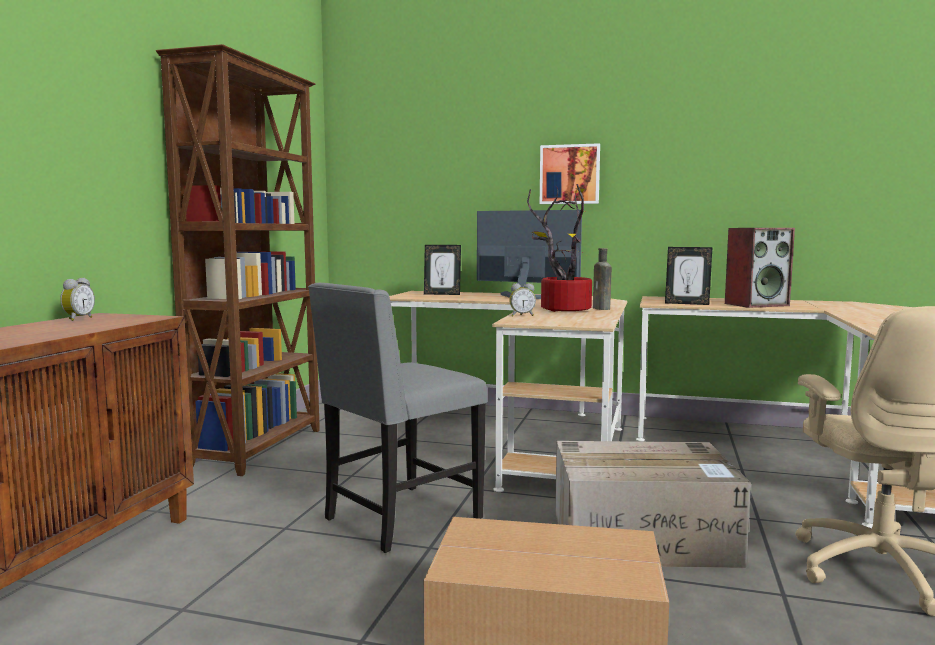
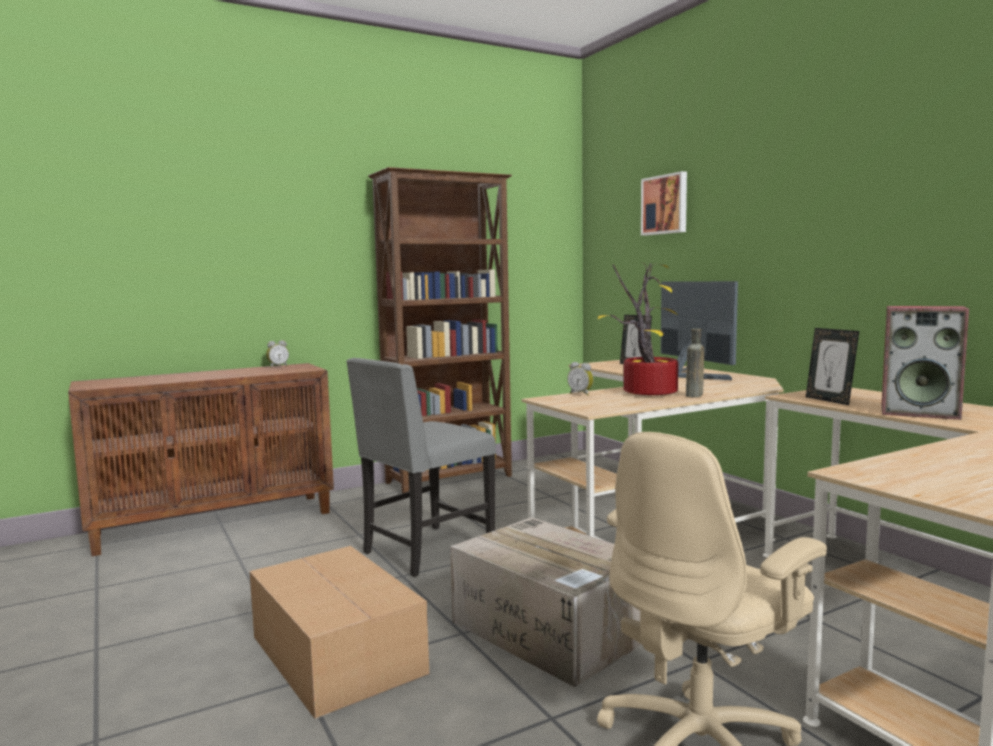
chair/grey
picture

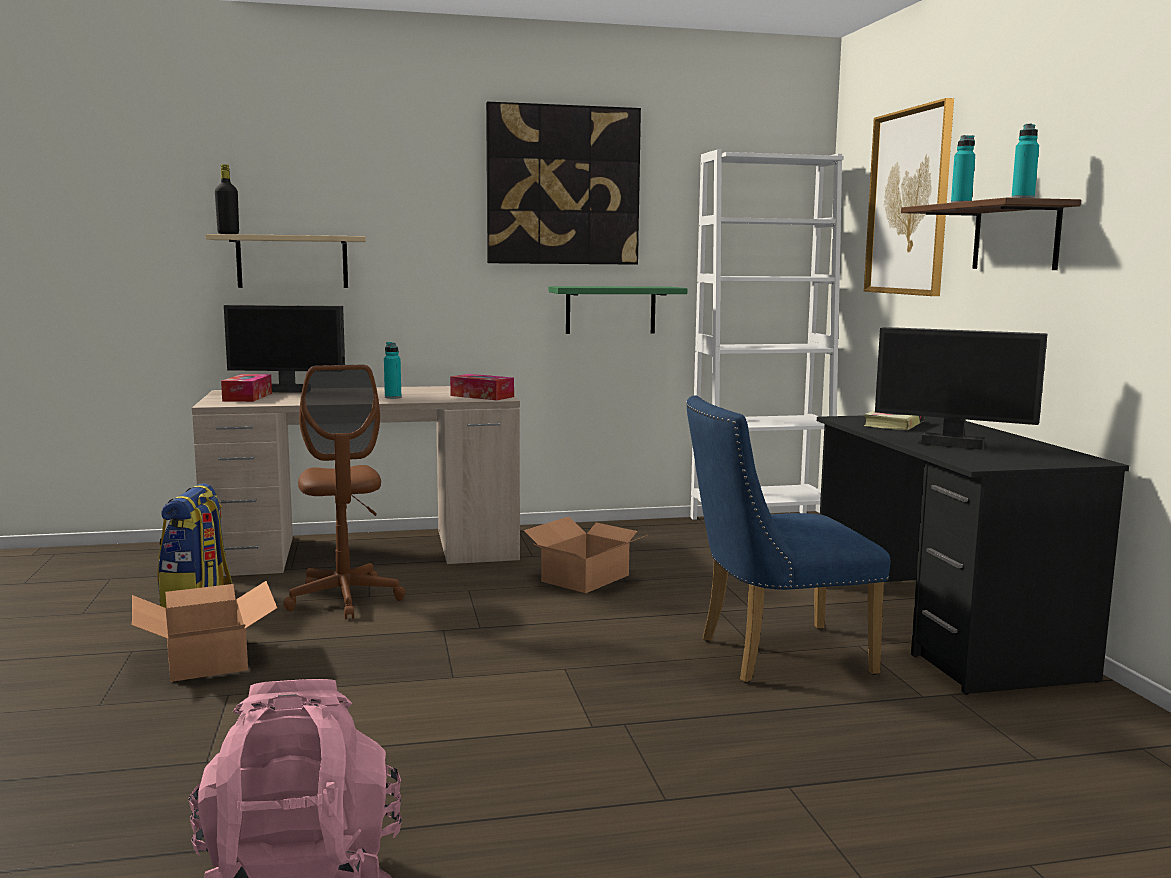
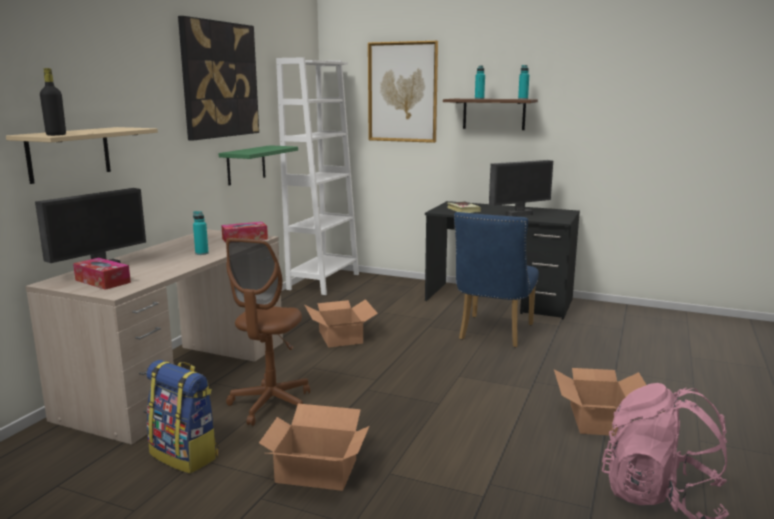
office chair/brown
cardboard box (3rd from left)

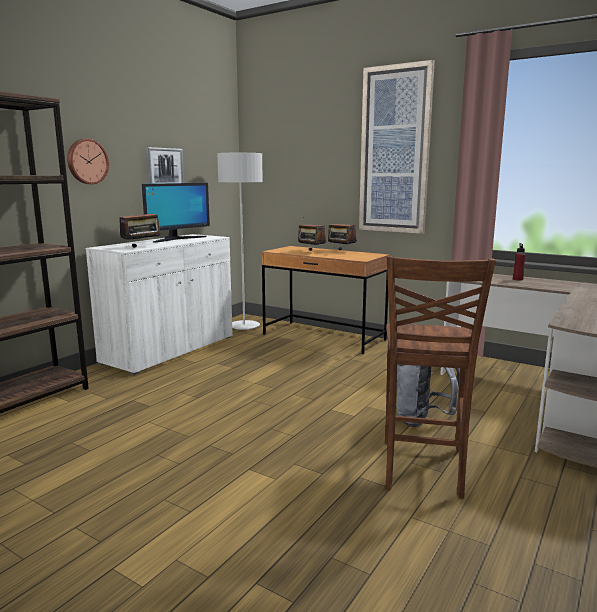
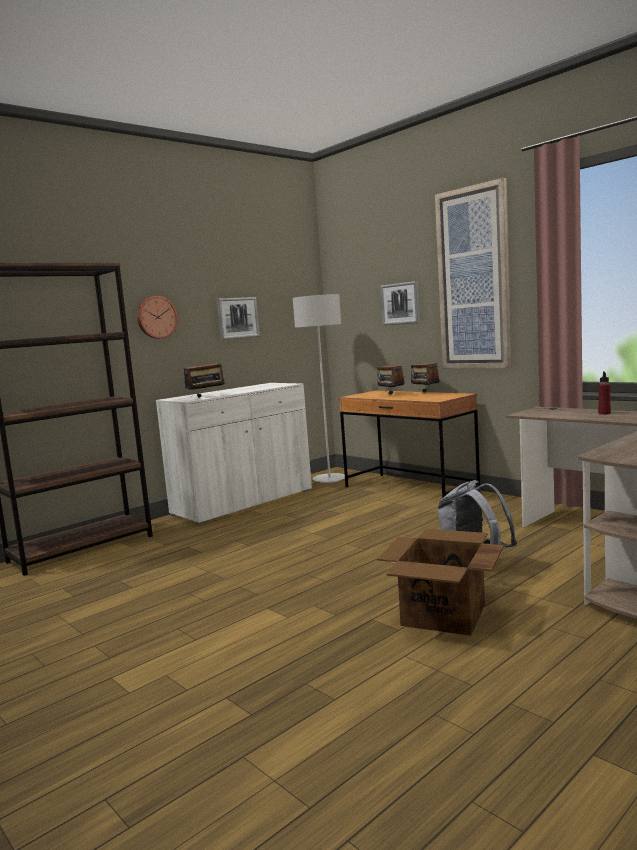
cardboard box
picture (2nd from left)
monitor

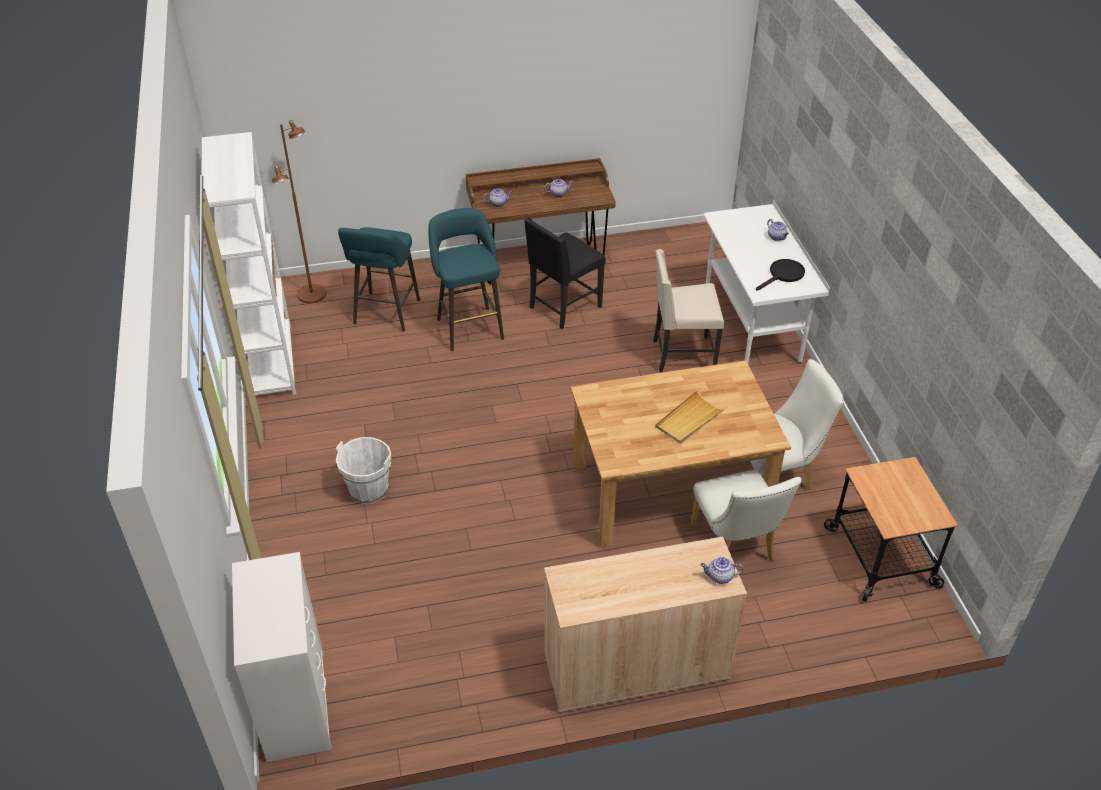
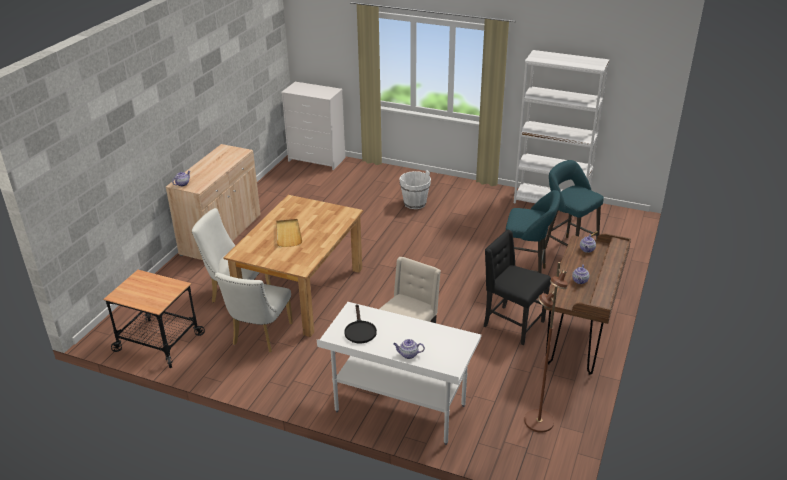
chair/black
floor lamp/brown

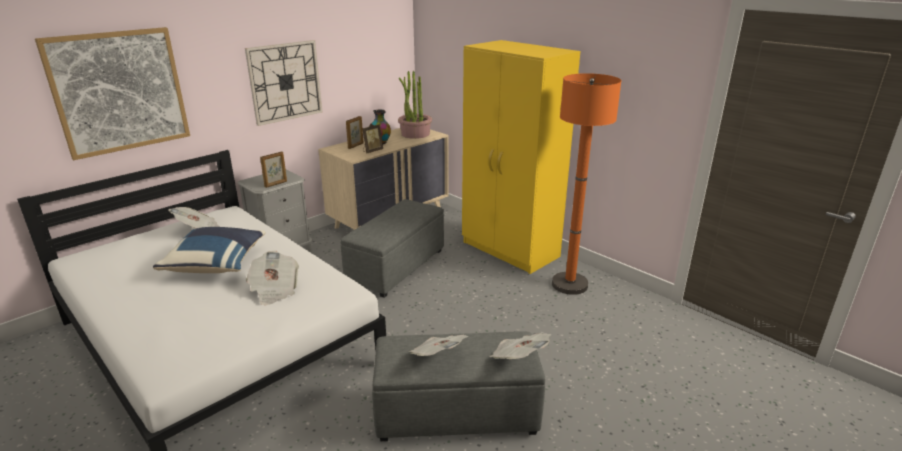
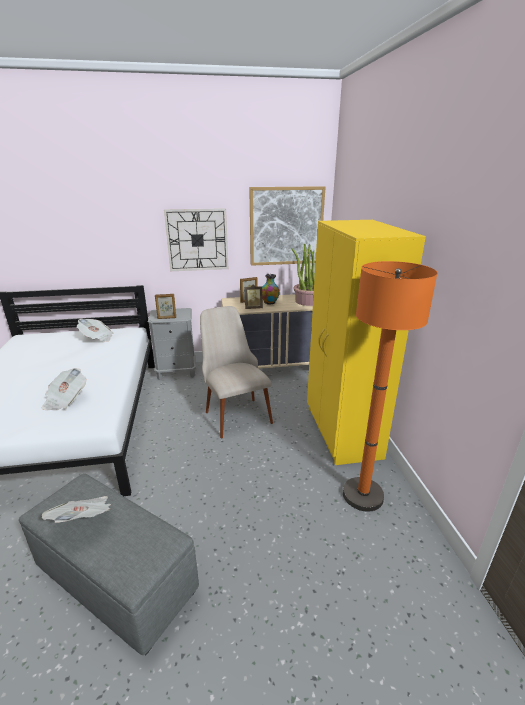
chair/beige
picture
pillow/blue
newspaper (4th from left in the first image)

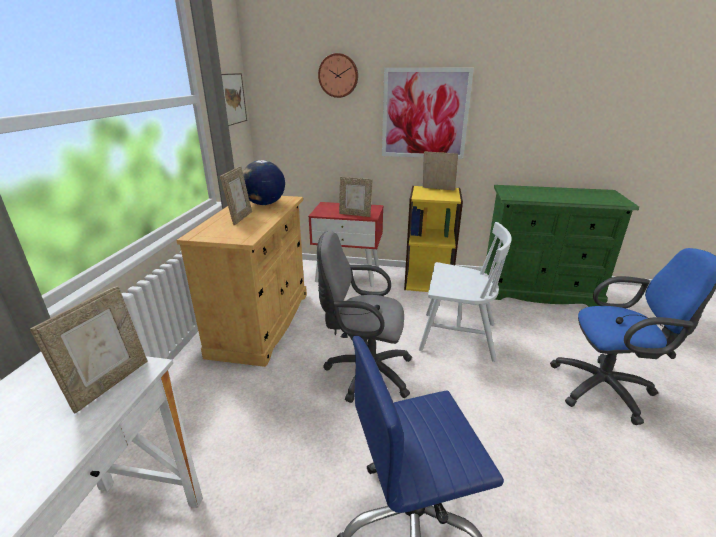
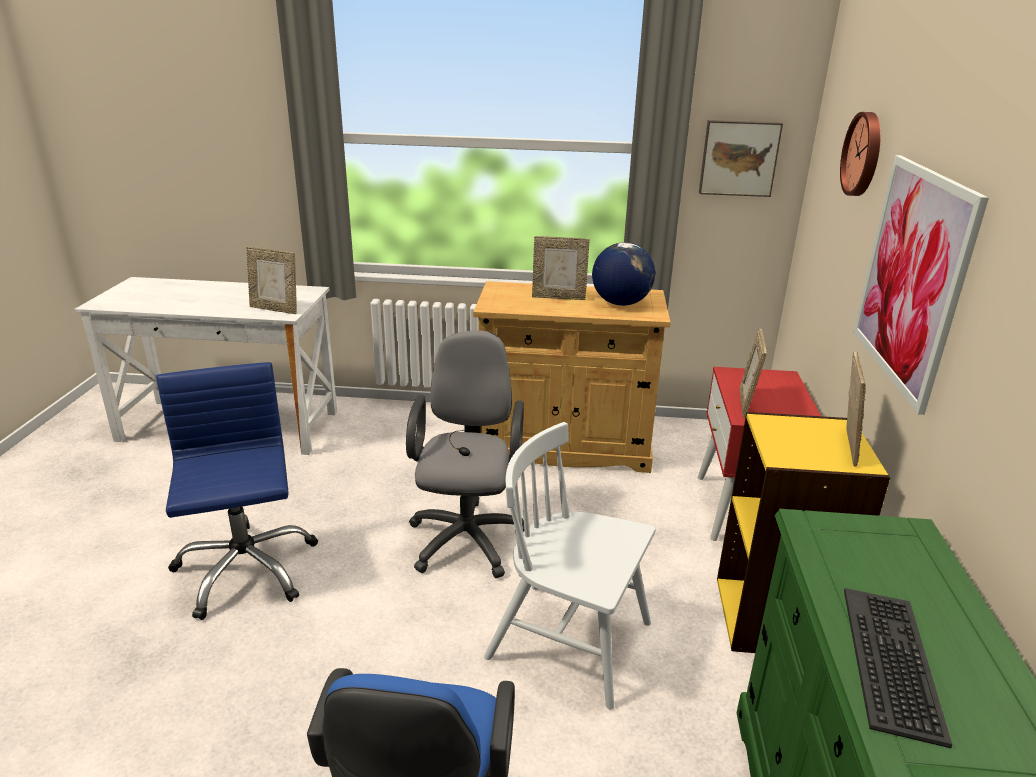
chair/white
keyboard

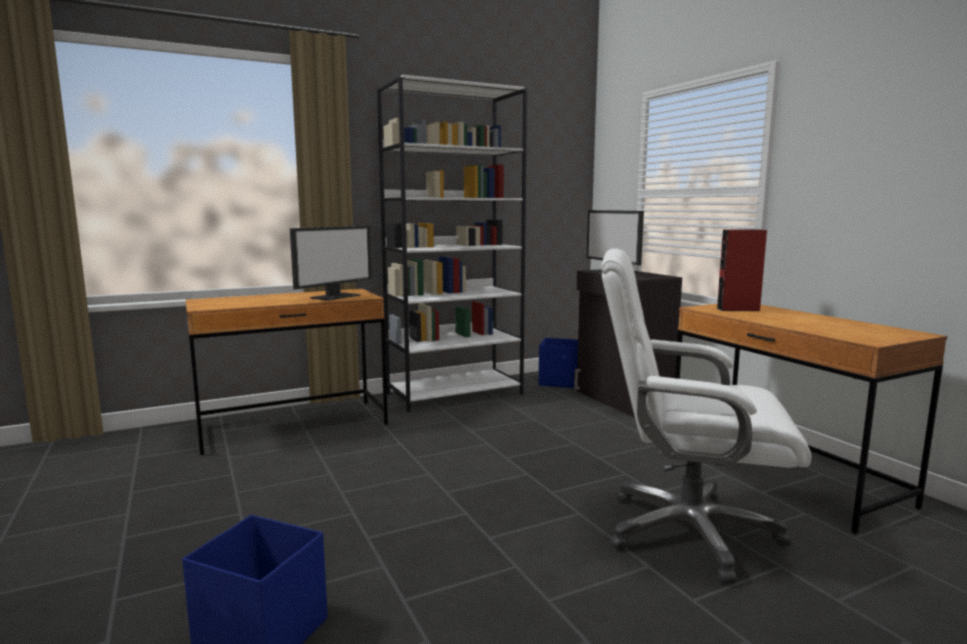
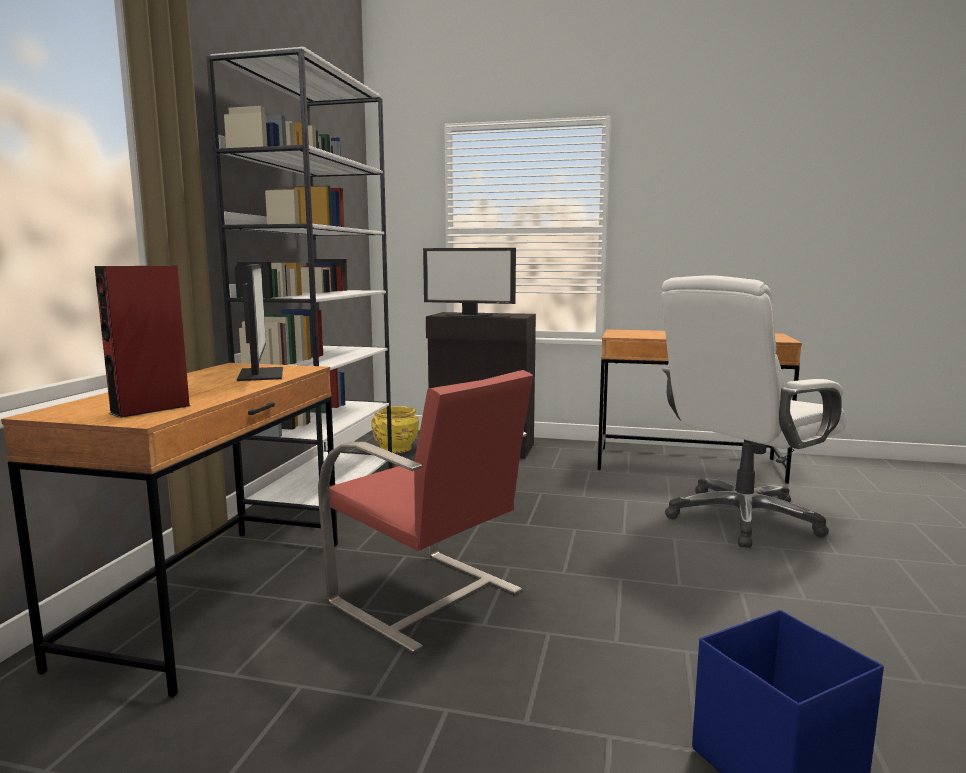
speaker/red
chair/red
planter/yellow

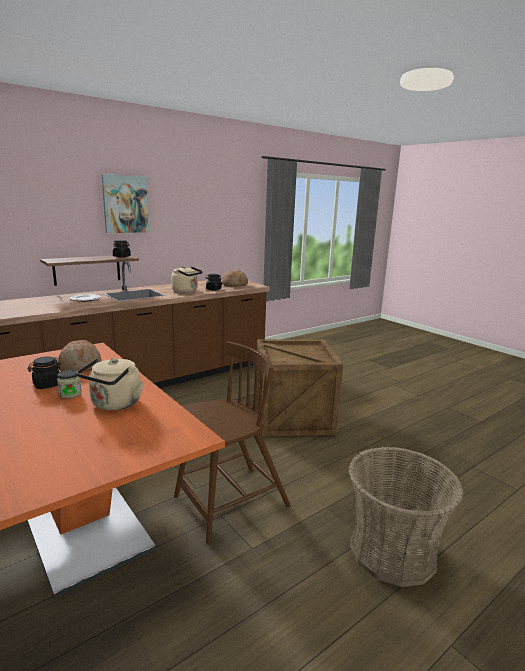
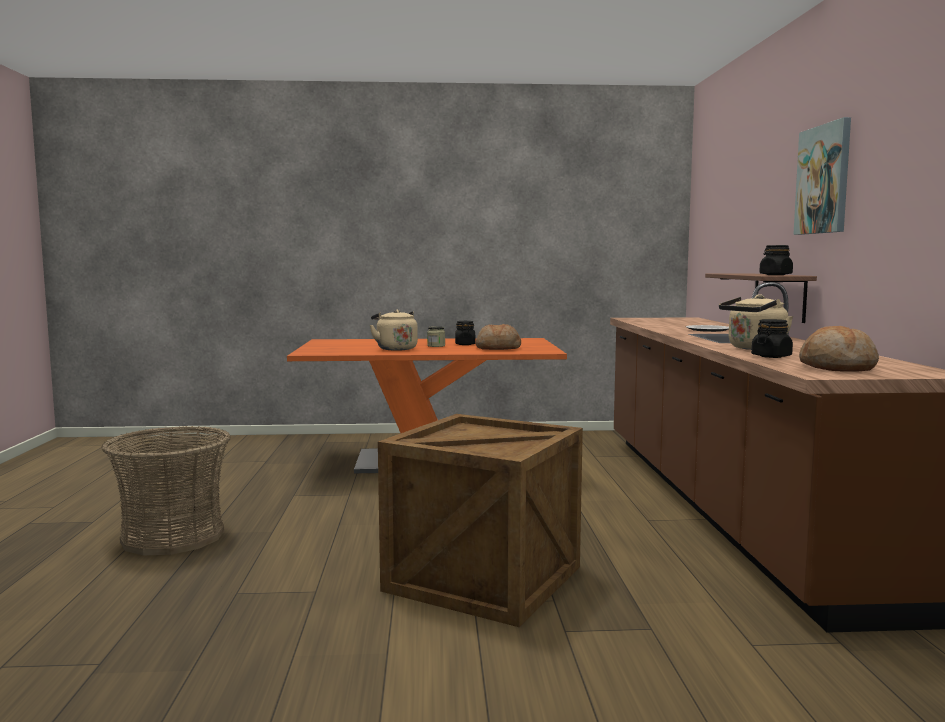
chair/brown

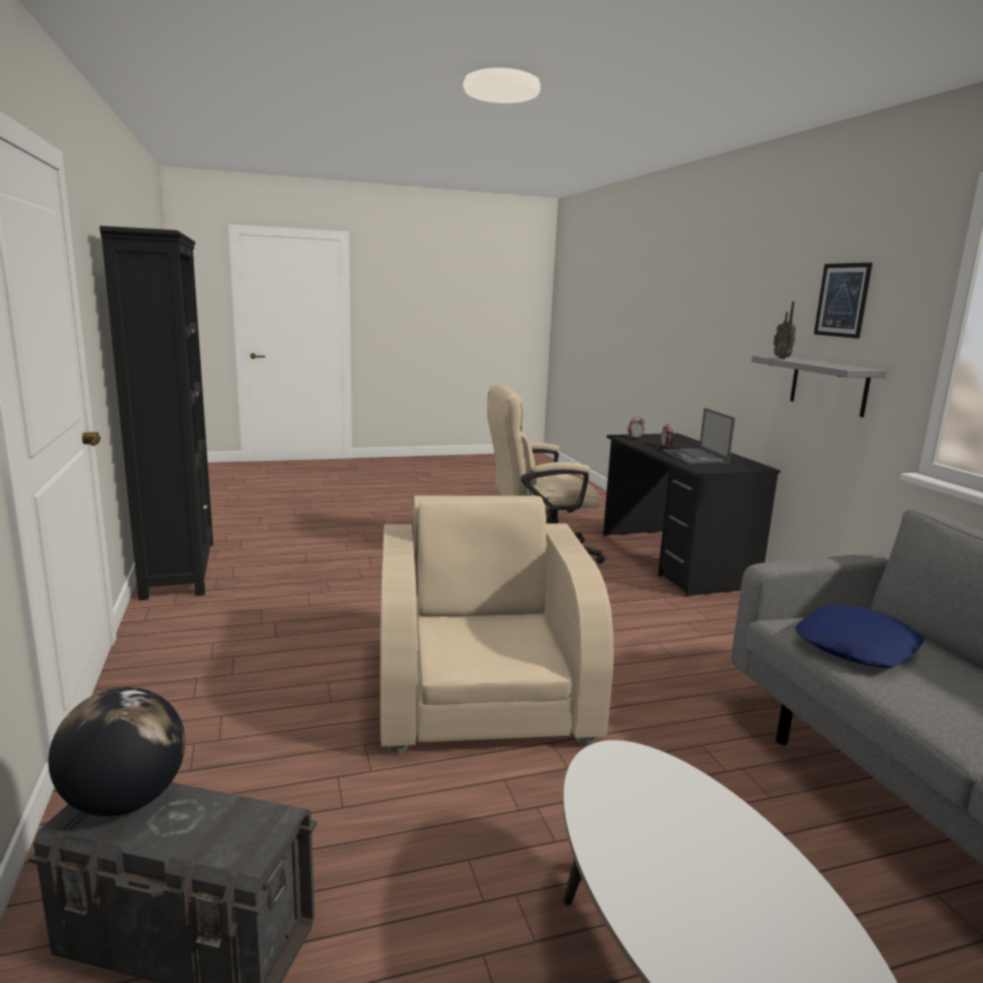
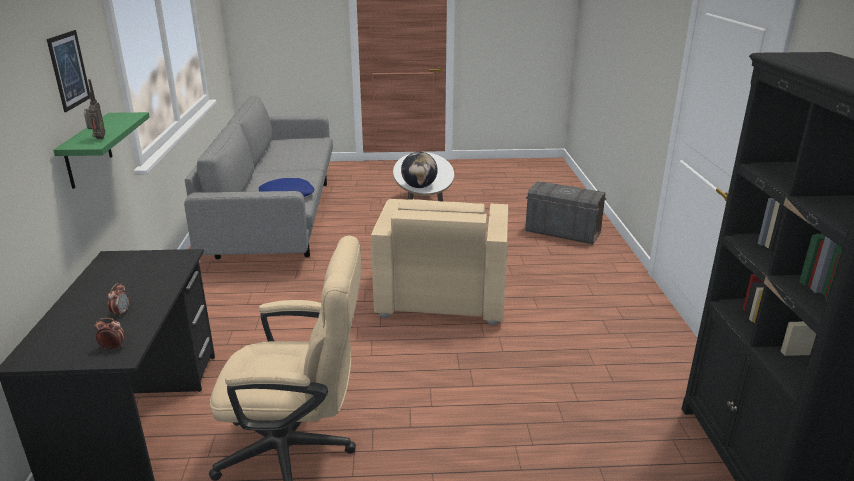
shelf/green
globe
laptop

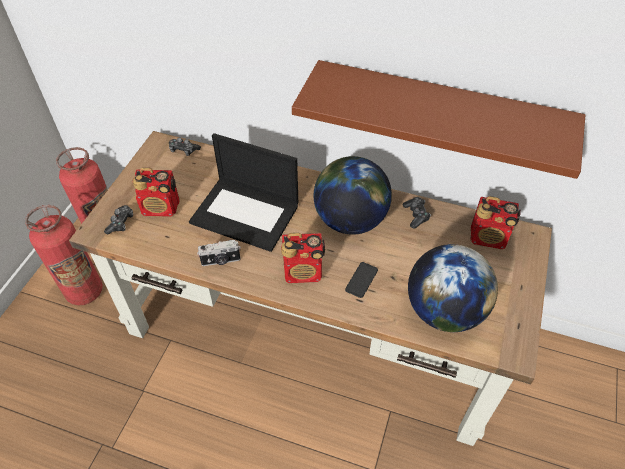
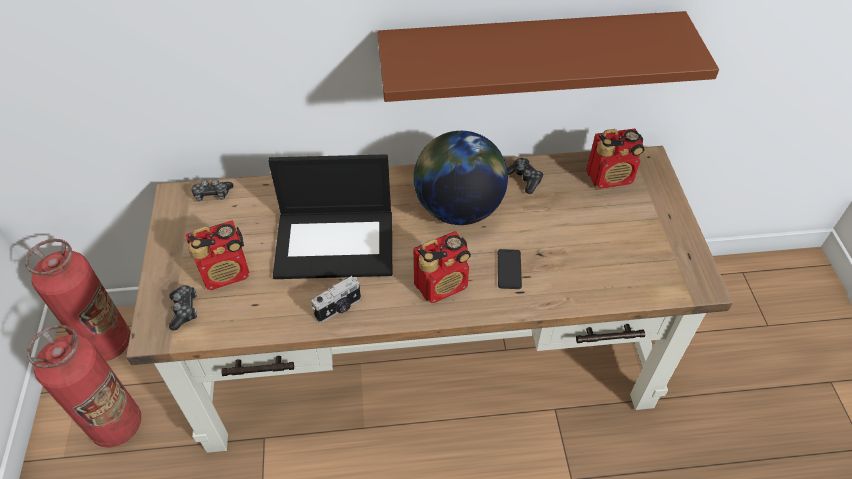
globe (2nd from left in the first image)

